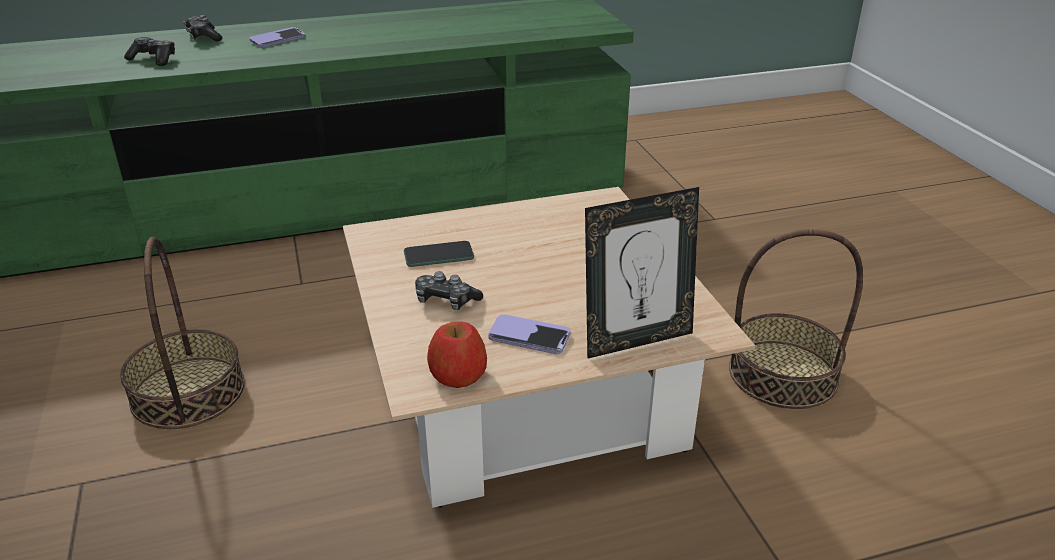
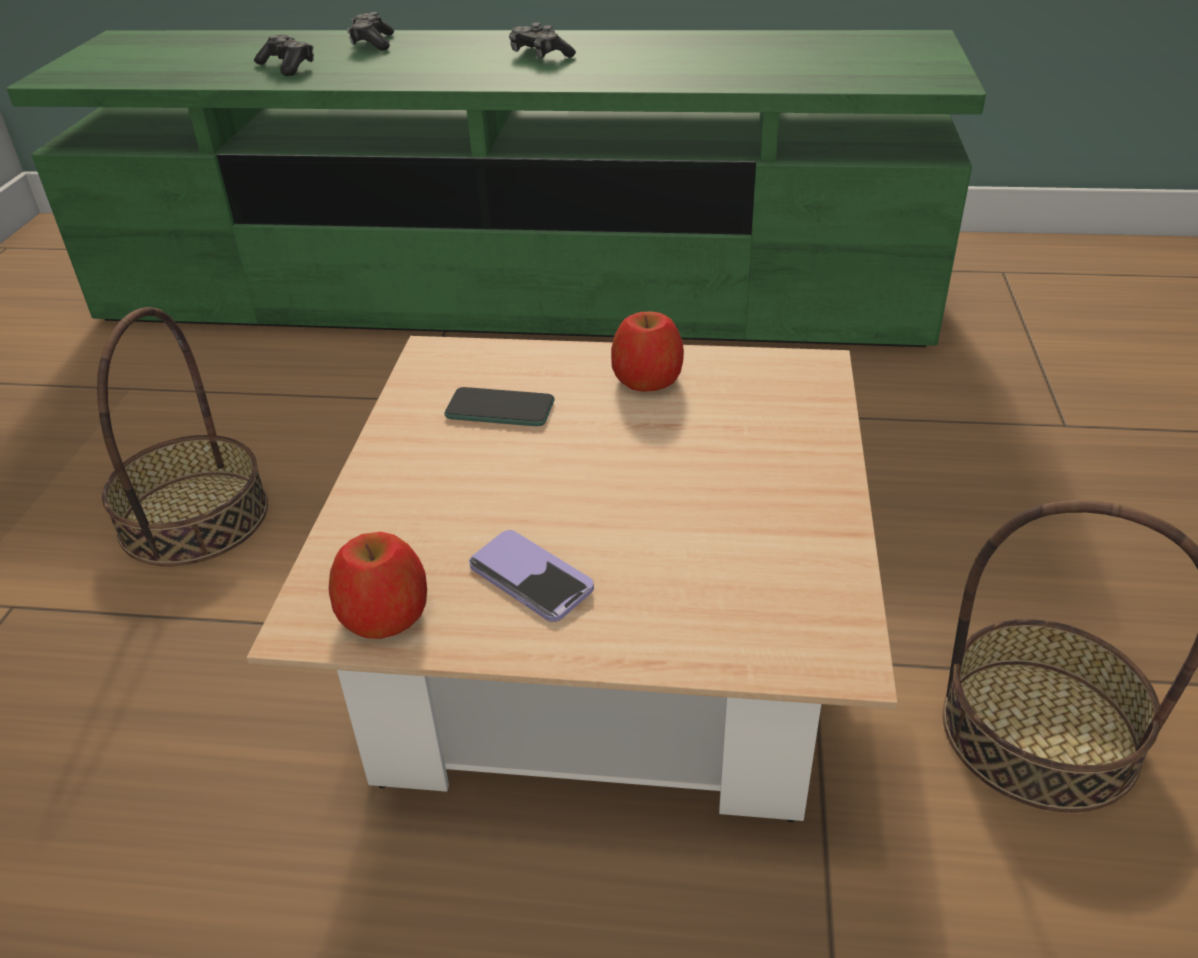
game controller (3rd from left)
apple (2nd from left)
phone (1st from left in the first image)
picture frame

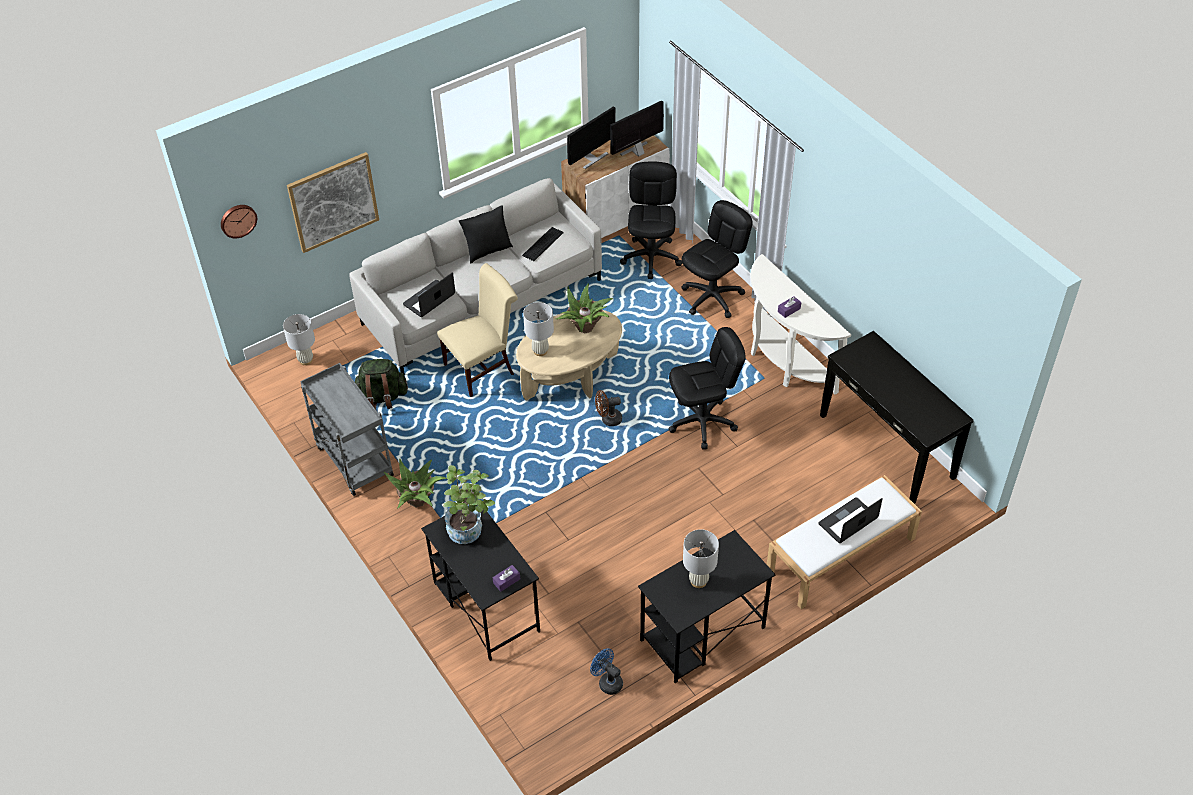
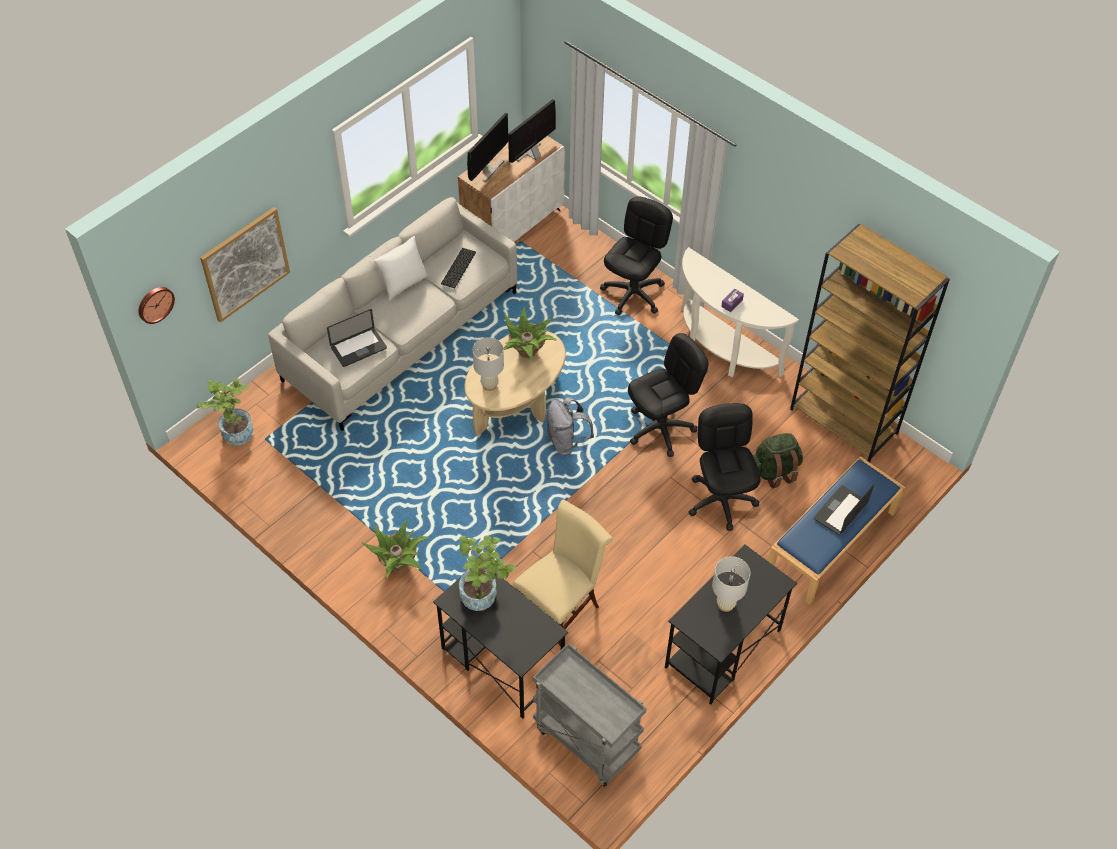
potted plant (1st from left)
laptop (1st from left)
pillow/white
chair/beige
cart/grey
backpack/grey
office chair/black (3rd from left)
backpack/green
bench/blue
bookcase/brown
tissue box/purple (1st from left in the first image)
fan/blue

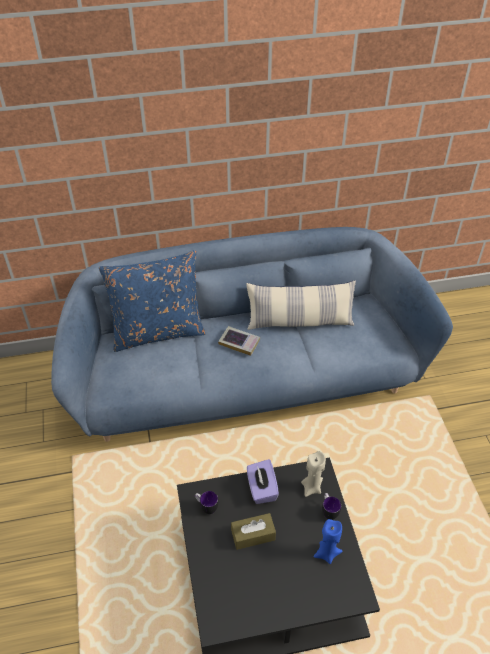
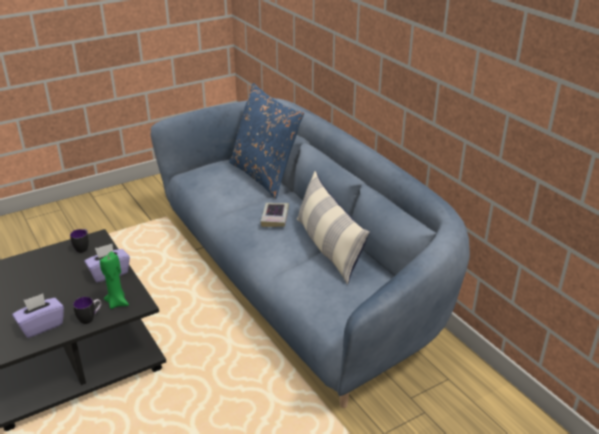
tissue box/purple (1st from left)
candle/green
tissue box/brown

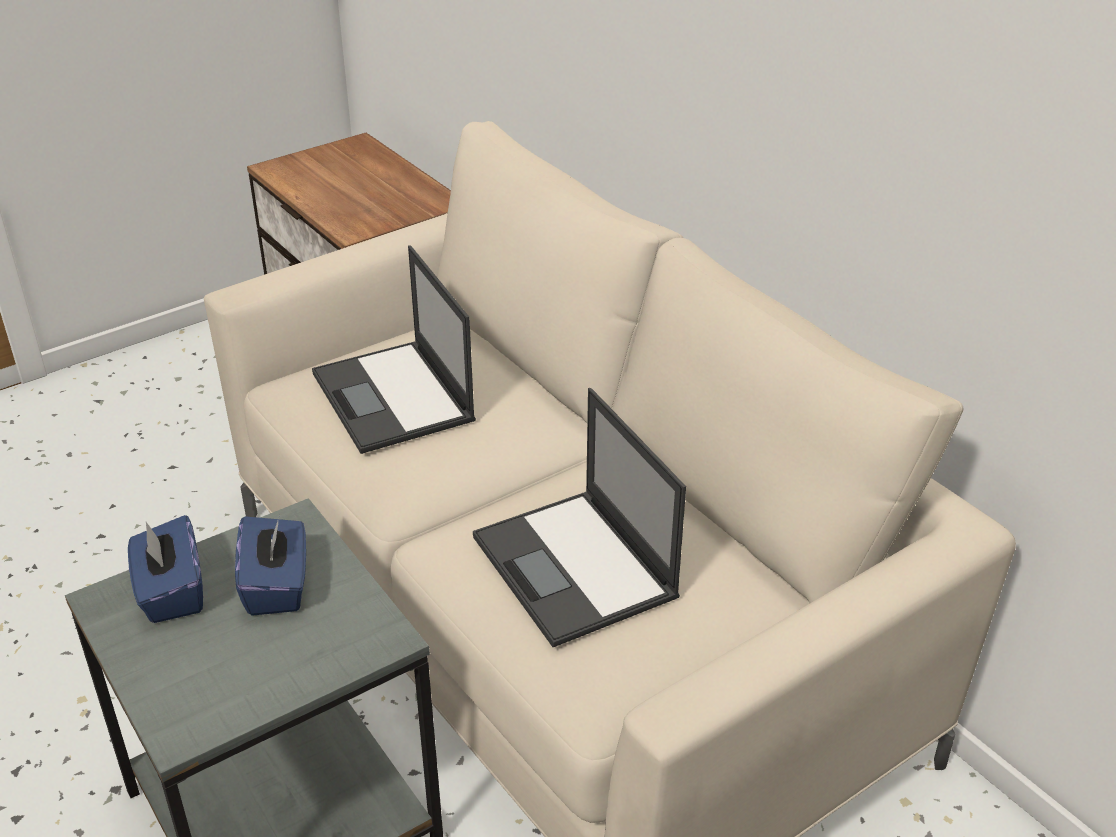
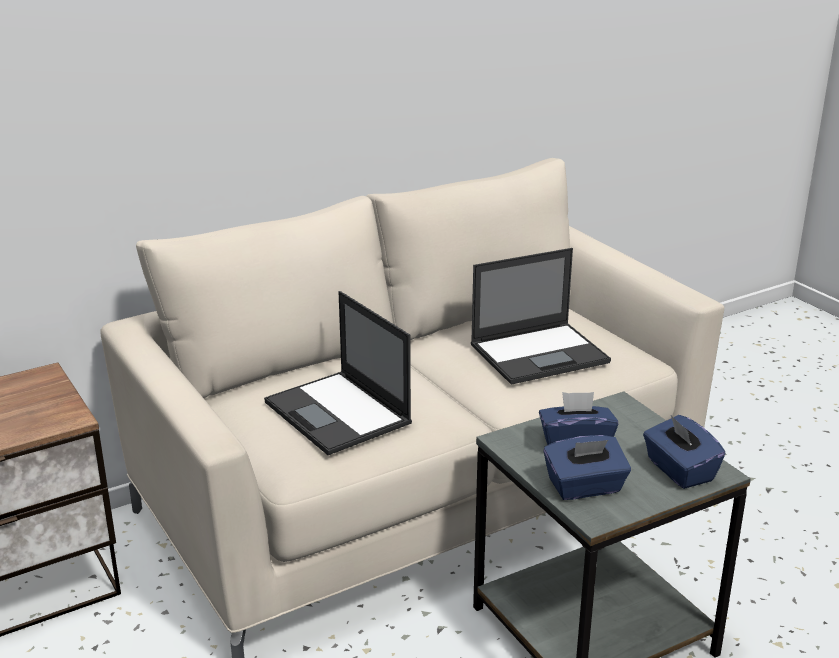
laptop (1st from left)
tissue box/blue (3rd from left)

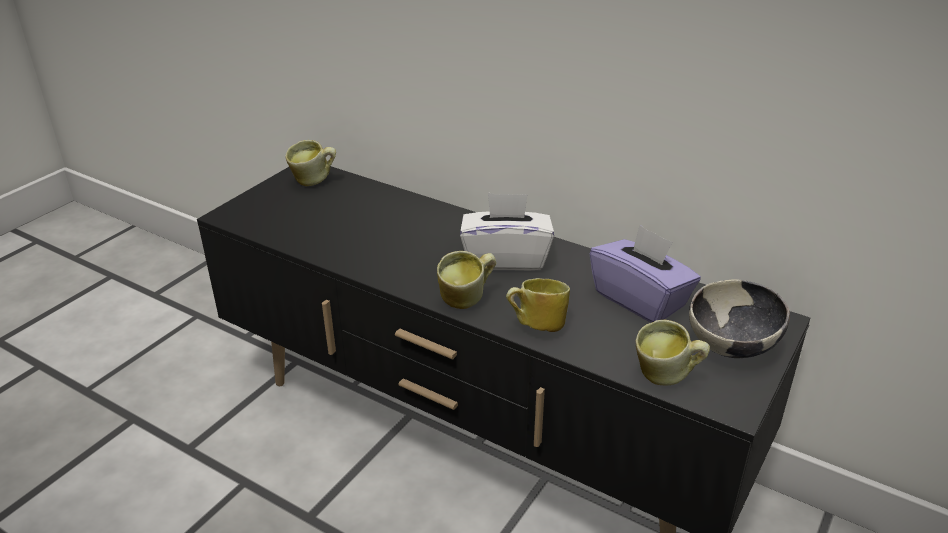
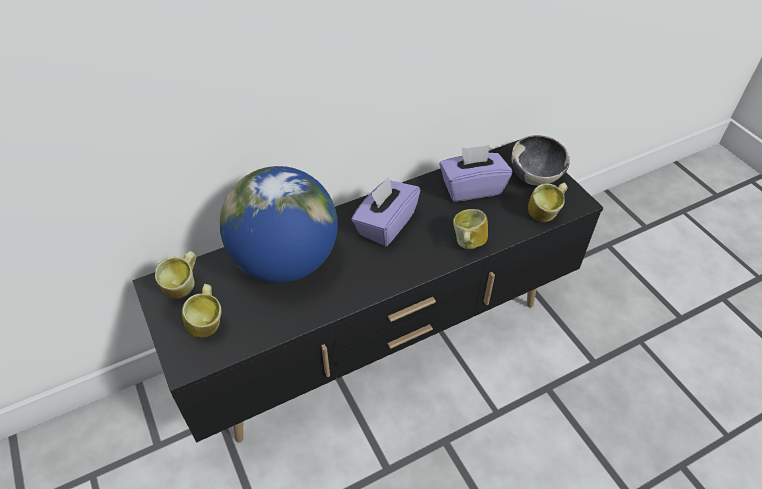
mug (2nd from left)
globe
tissue box/purple (1st from left)

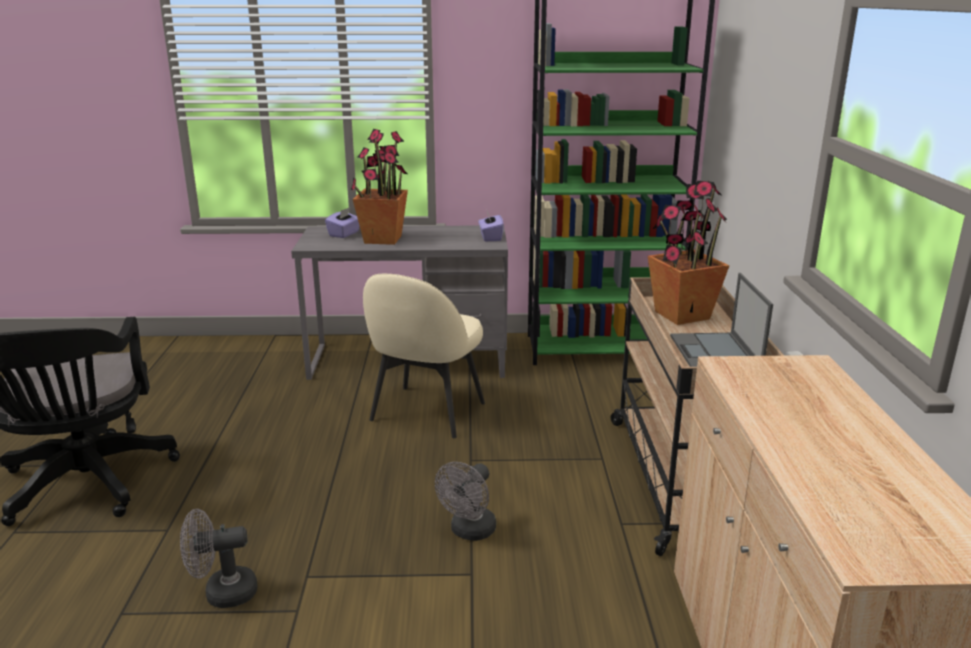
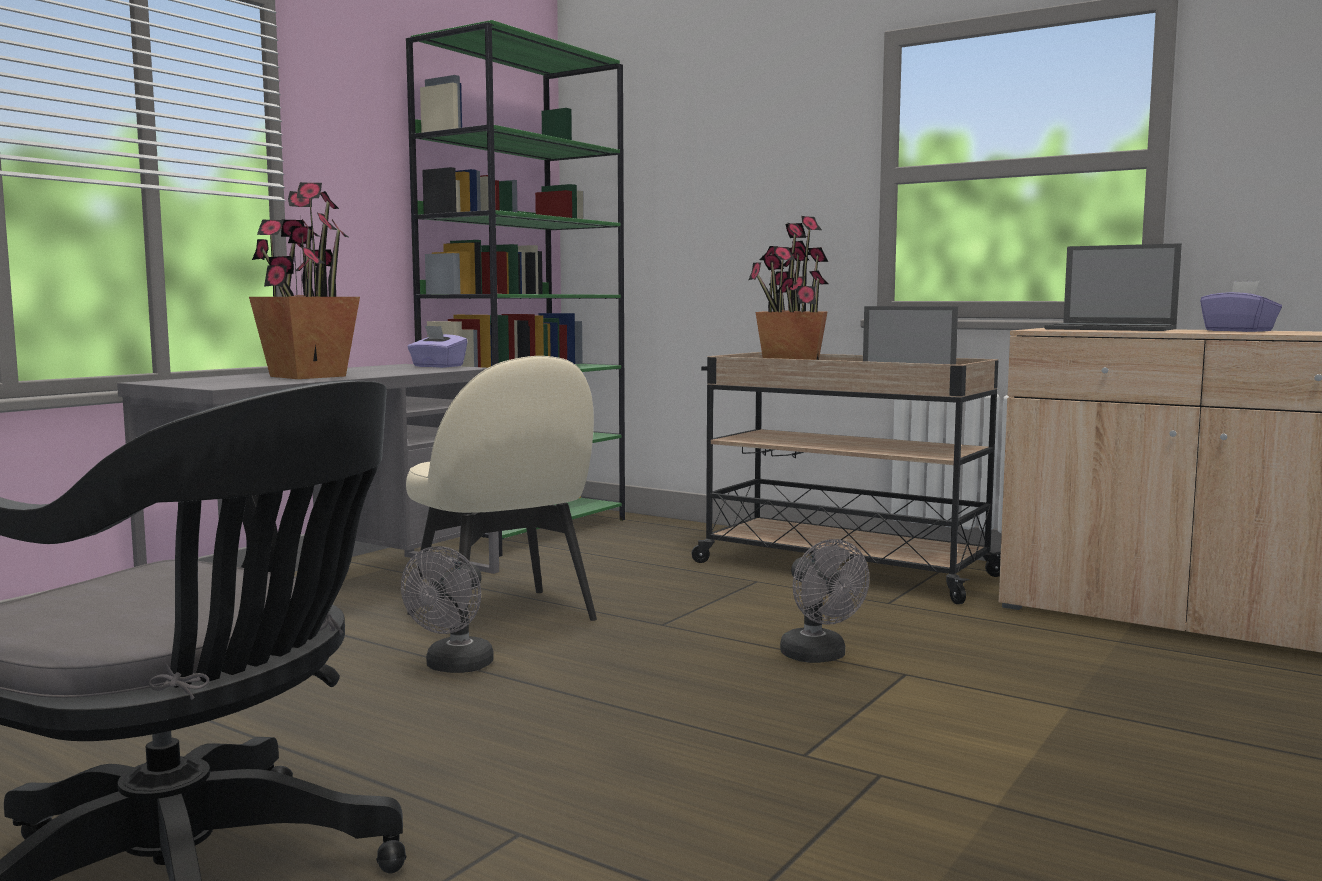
fan/grey (1st from left)
laptop (2nd from left)
tissue box/purple (2nd from left)

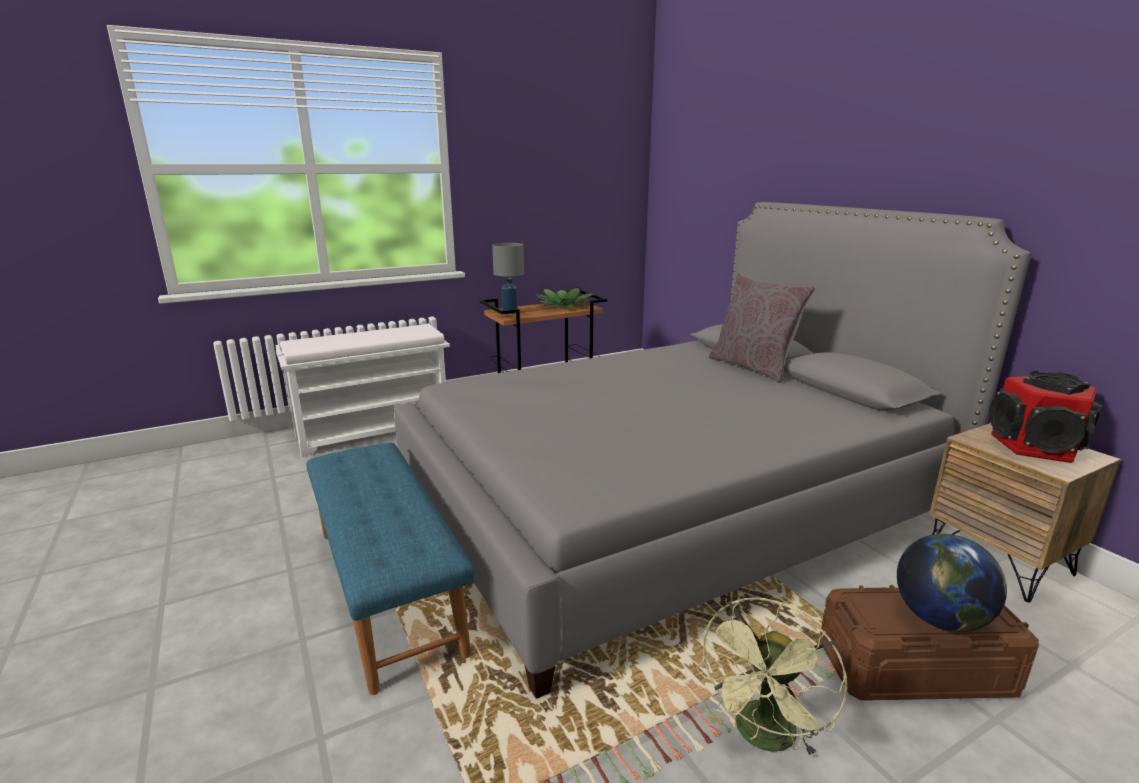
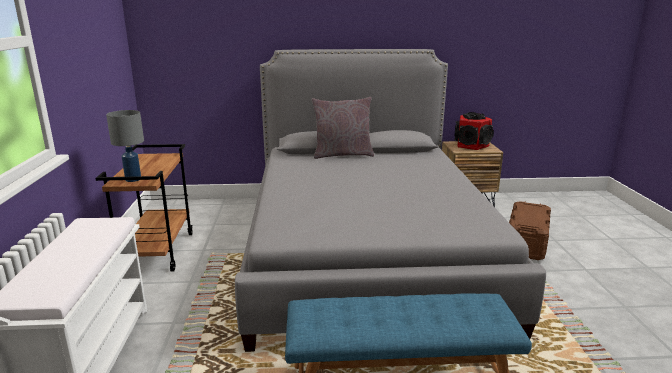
potted plant
fan/green
globe

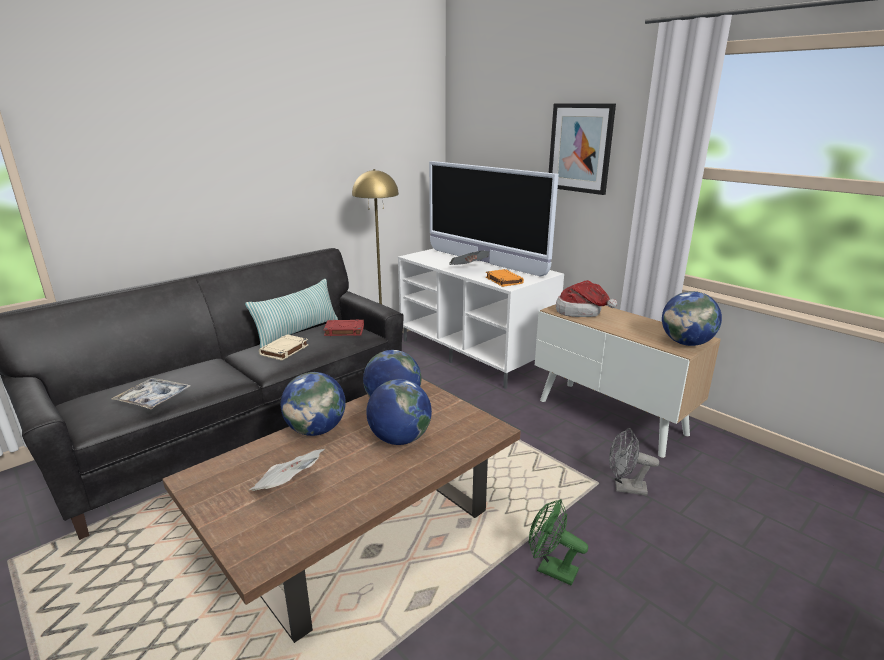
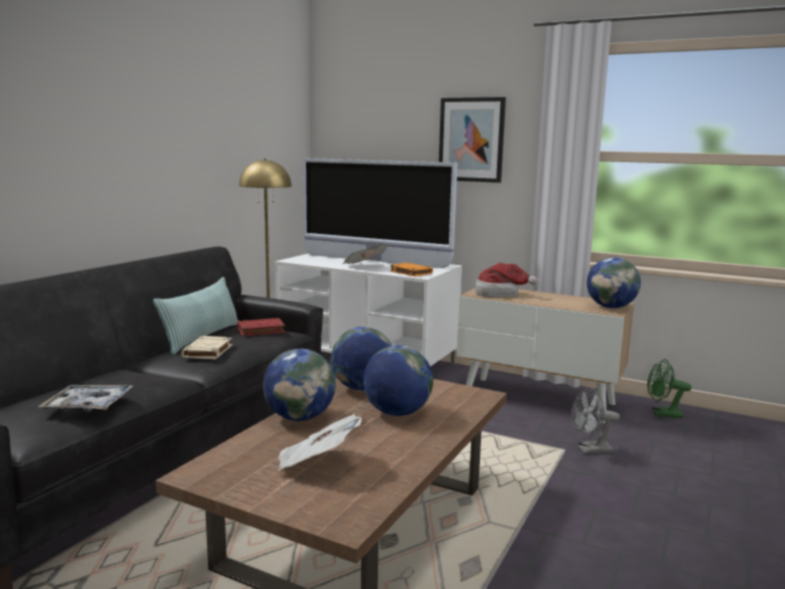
fan/green

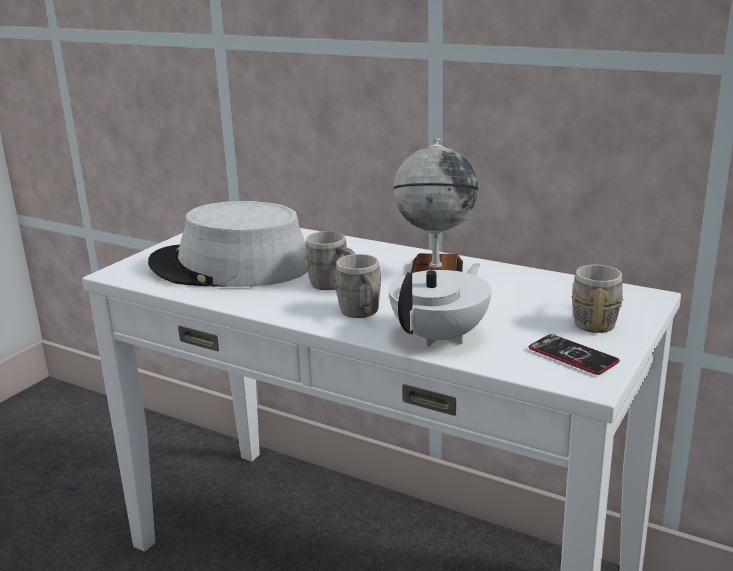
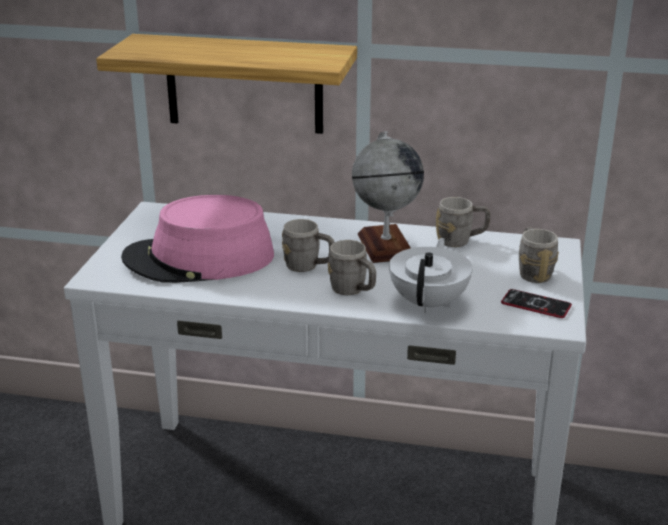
shelf
hat/pink
mug/grey (3rd from left)

